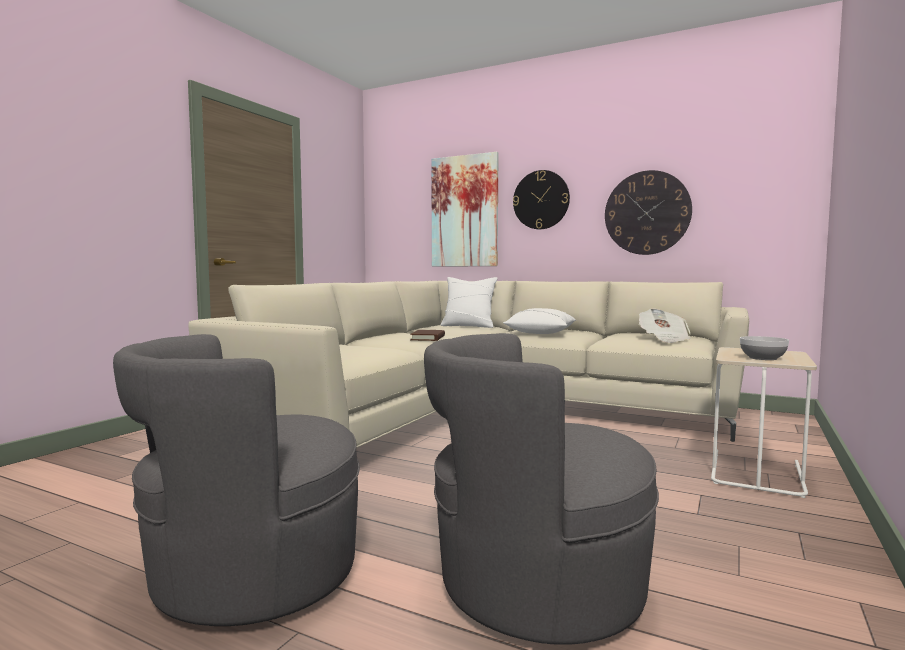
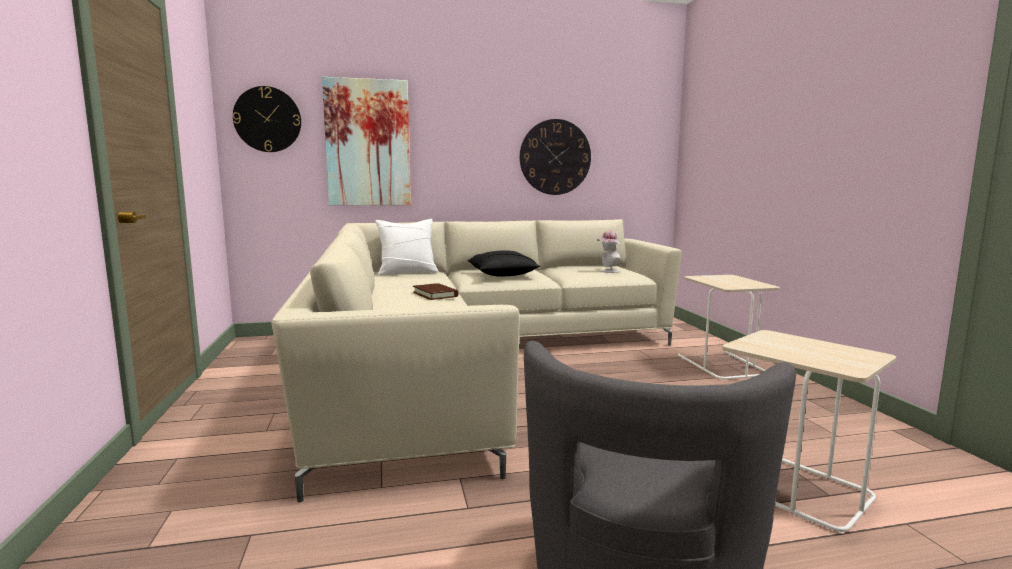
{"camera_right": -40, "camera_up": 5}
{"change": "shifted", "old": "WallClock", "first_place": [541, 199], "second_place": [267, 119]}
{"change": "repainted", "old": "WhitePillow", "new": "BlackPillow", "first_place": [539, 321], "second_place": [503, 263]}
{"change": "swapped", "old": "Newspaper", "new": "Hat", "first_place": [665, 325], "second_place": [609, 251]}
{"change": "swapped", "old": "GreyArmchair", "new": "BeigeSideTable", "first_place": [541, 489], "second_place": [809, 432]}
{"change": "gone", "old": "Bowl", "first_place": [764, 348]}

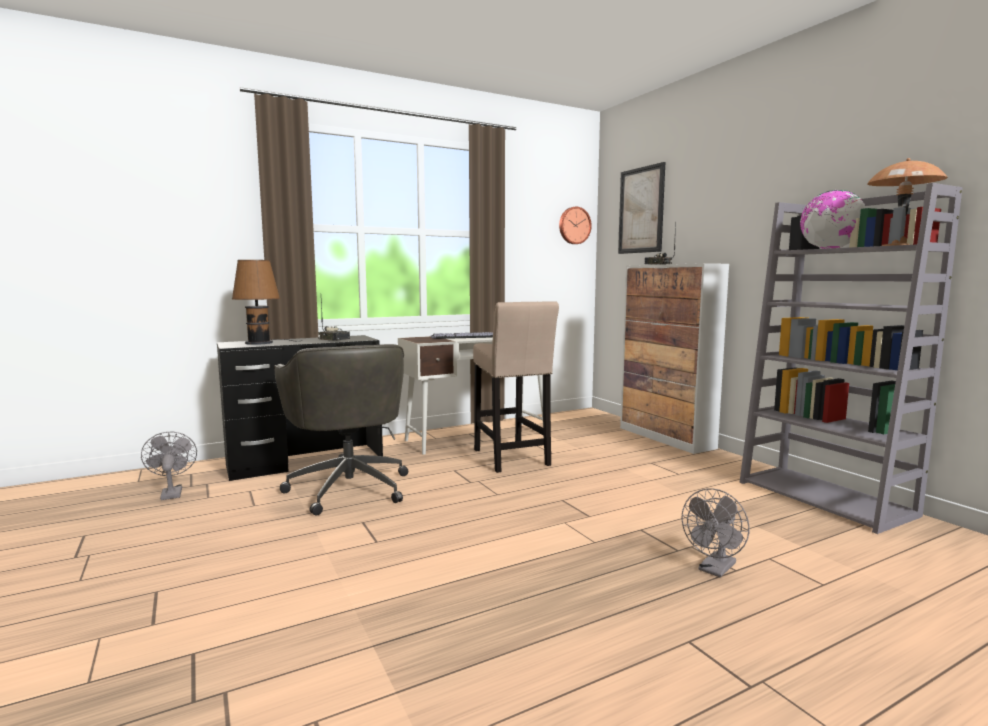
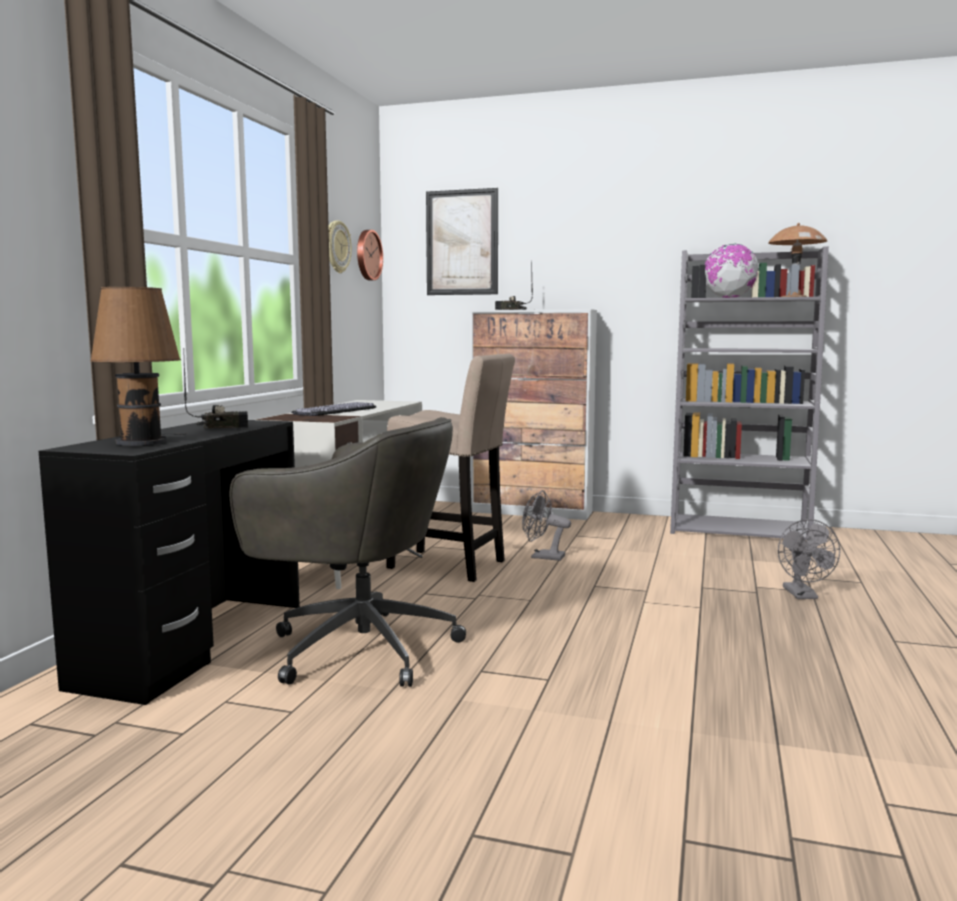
{"camera_right": -45, "camera_up": 0}
{"change": "new", "new": "WallClock", "second_place": [340, 246]}
{"change": "shifted", "old": "GreyFan", "first_place": [169, 466], "second_place": [546, 525]}

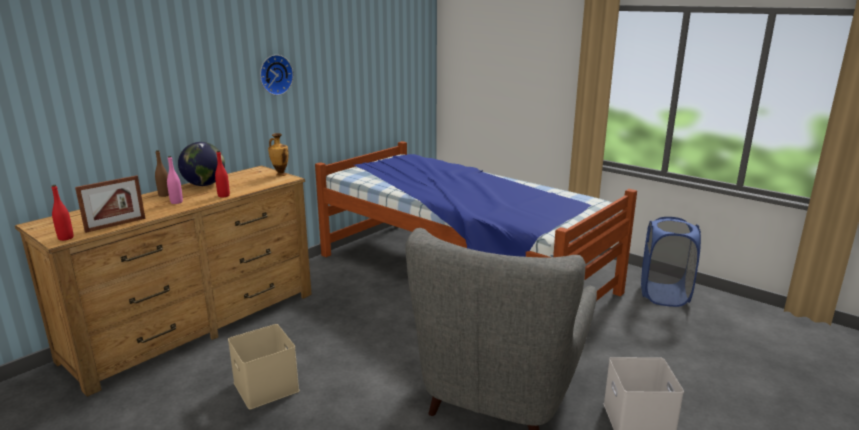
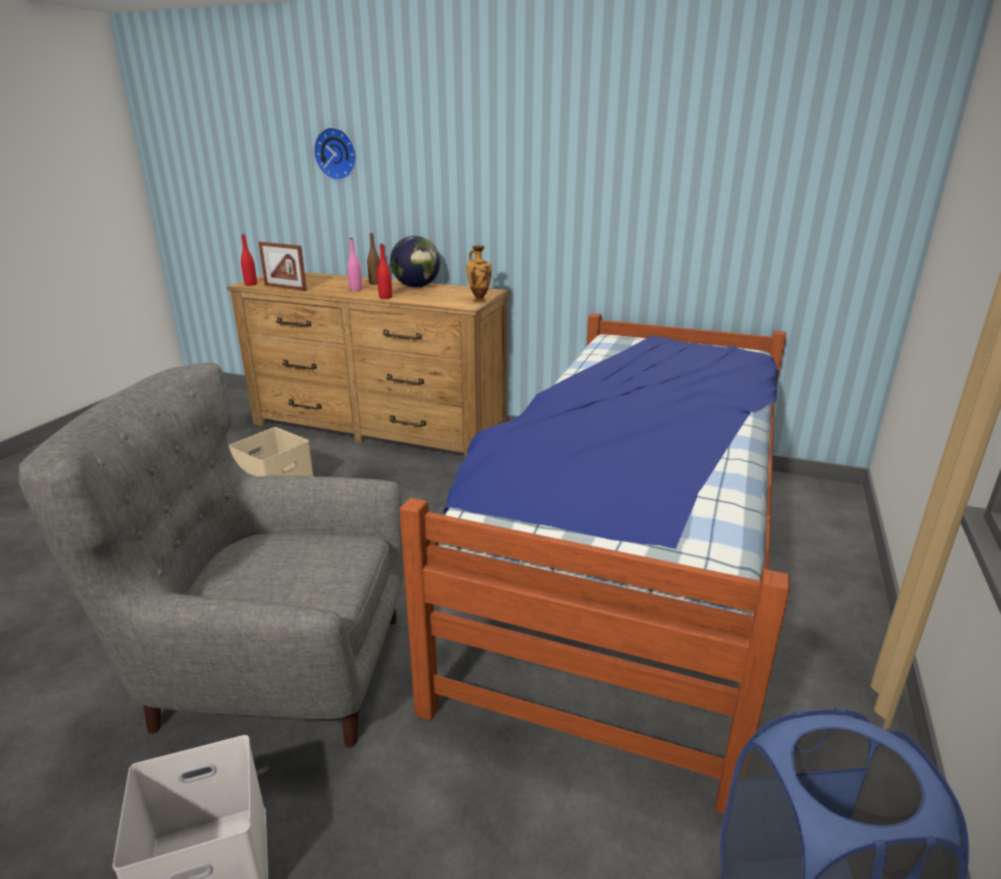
{"camera_right": 70, "camera_up": 5}
{"change": "shifted", "old": "WallClock", "first_place": [277, 75], "second_place": [335, 154]}

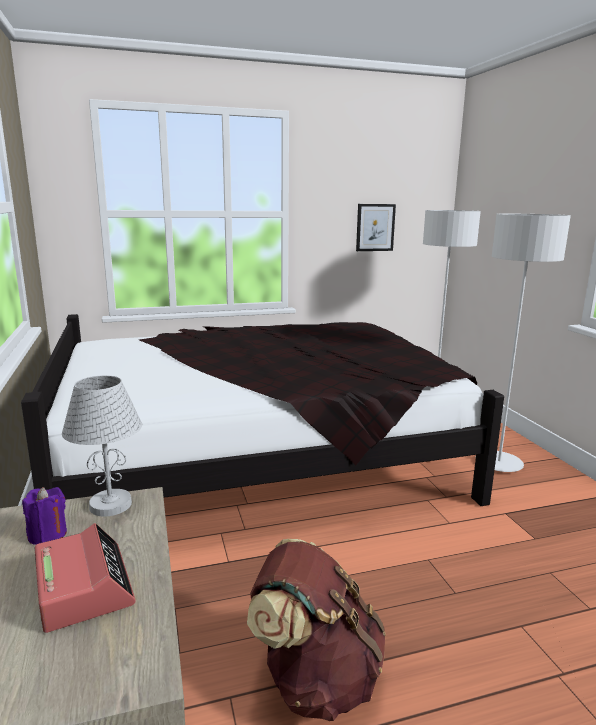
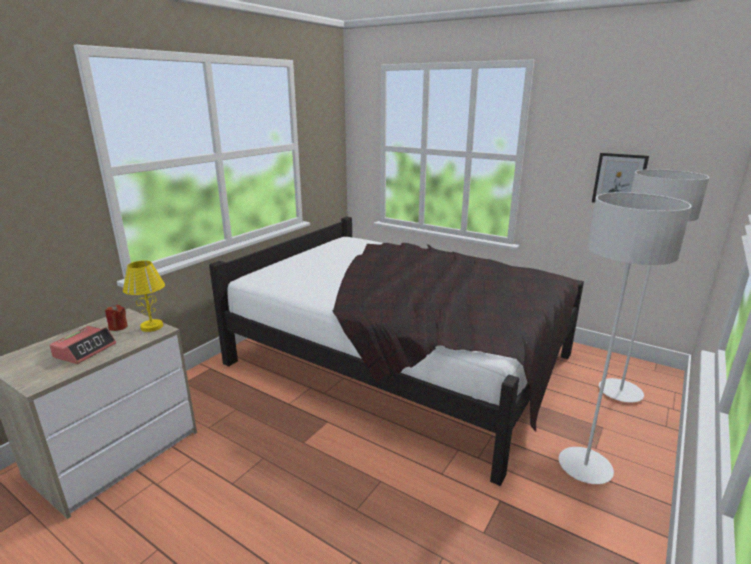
{"camera_right": 50, "camera_up": 5}
{"change": "repainted", "old": "PurpleCandle", "new": "RedCandle", "first_place": [44, 516], "second_place": [116, 318]}
{"change": "repainted", "old": "WhiteTableLamp", "new": "YellowTableLamp", "first_place": [102, 446], "second_place": [144, 296]}
{"change": "gone", "old": "BrownBackpack", "first_place": [316, 630]}

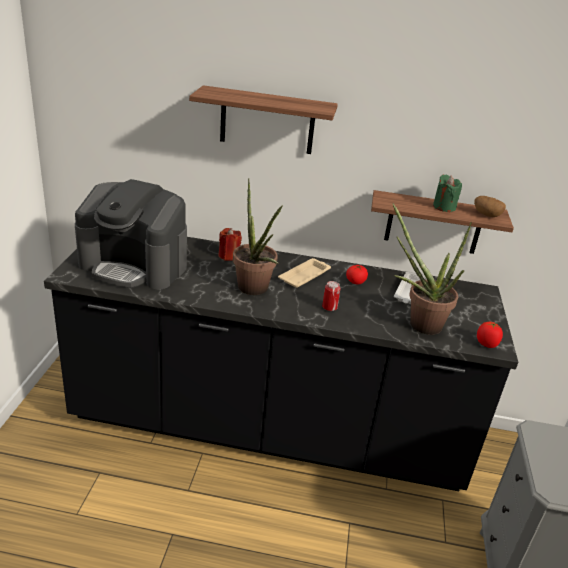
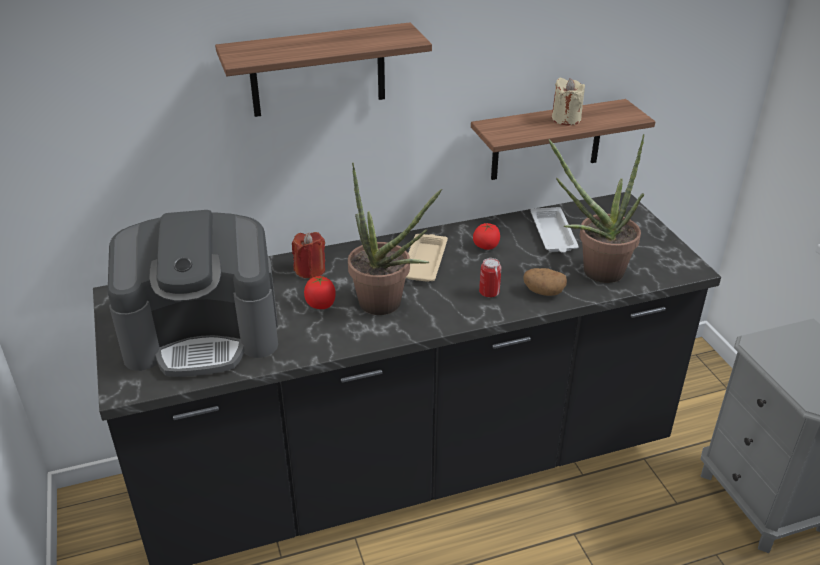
{"camera_right": -25, "camera_up": 5}
{"change": "shifted", "old": "Tomato", "first_place": [490, 335], "second_place": [320, 292]}
{"change": "shifted", "old": "Potato", "first_place": [490, 206], "second_place": [545, 282]}
{"change": "repainted", "old": "GreenCandle", "new": "BeigeCandle", "first_place": [447, 193], "second_place": [568, 101]}

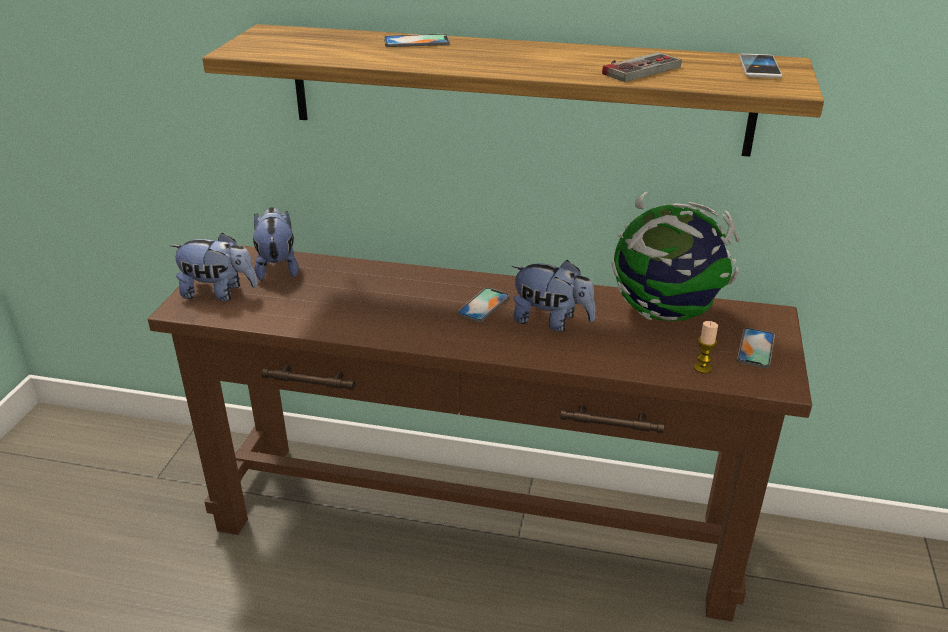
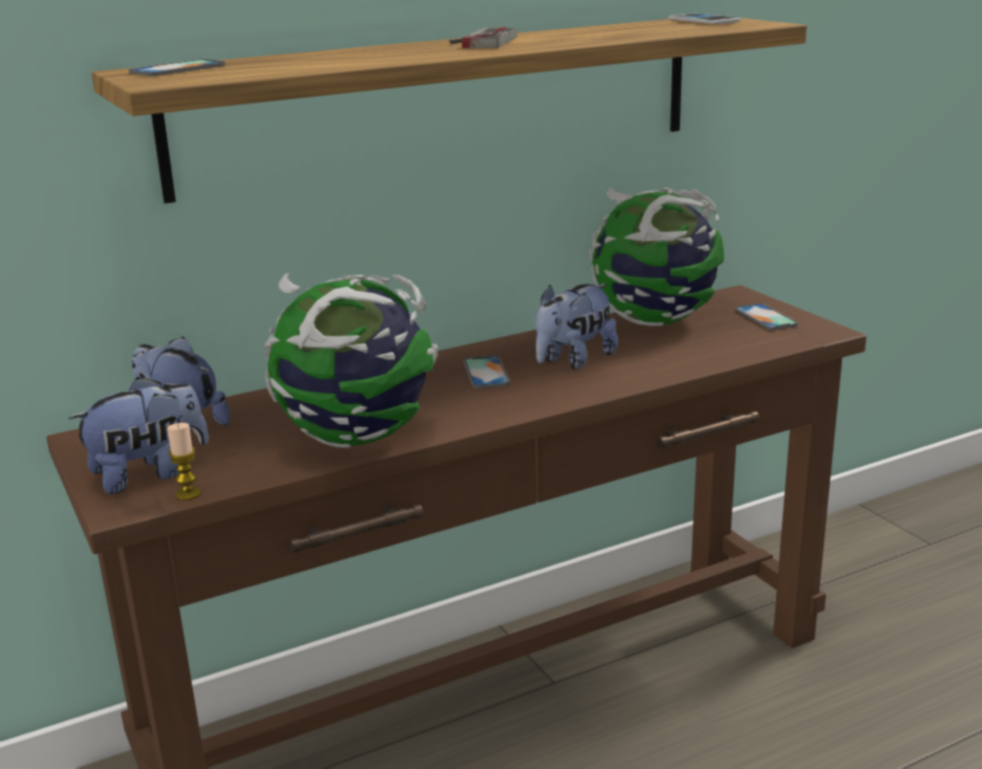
{"camera_right": -40, "camera_up": -10}
{"change": "shifted", "old": "Phone", "first_place": [417, 40], "second_place": [177, 67]}
{"change": "shifted", "old": "Candle", "first_place": [706, 347], "second_place": [184, 461]}
{"change": "new", "new": "Globe", "second_place": [351, 360]}
{"change": "shifted", "old": "GameController", "first_place": [641, 67], "second_place": [483, 37]}
{"change": "rotated", "old": "PlushToy", "first_place": [554, 296], "second_place": [576, 327], "degrees": 150}

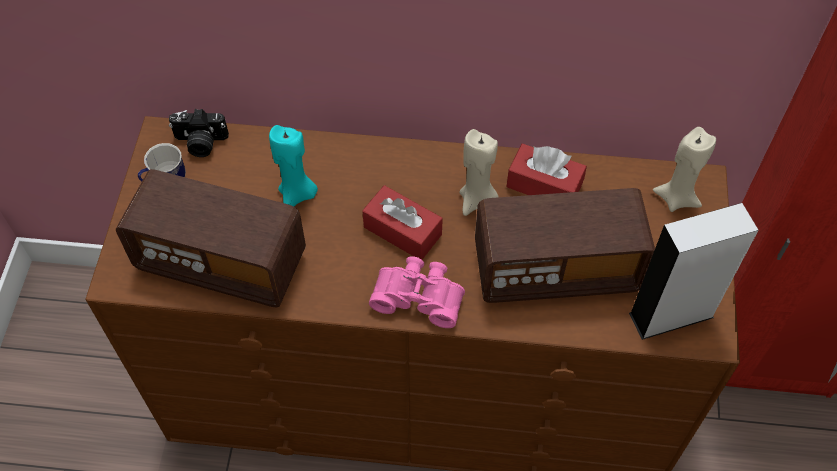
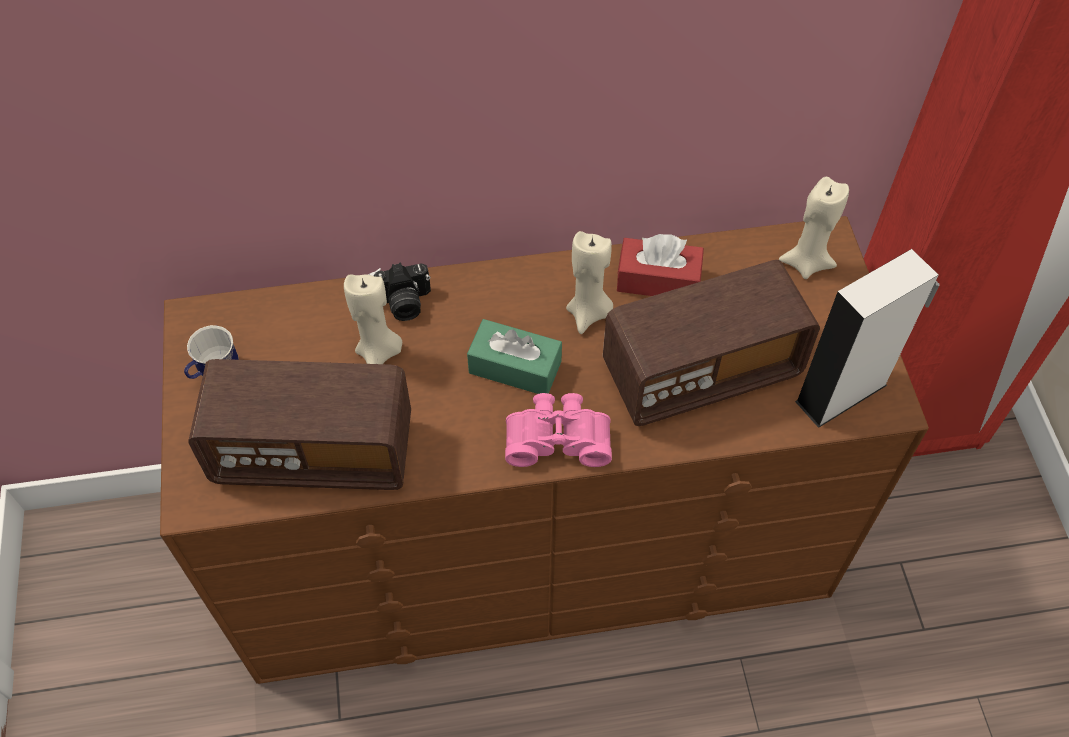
{"camera_right": -15, "camera_up": 0}
{"change": "repainted", "old": "TurquoiseCandle", "new": "BeigeCandle", "first_place": [293, 165], "second_place": [373, 319]}
{"change": "shifted", "old": "PhotoCamera", "first_place": [199, 133], "second_place": [399, 292]}
{"change": "repainted", "old": "RedTissueBox", "new": "GreenTissueBox", "first_place": [402, 222], "second_place": [514, 356]}

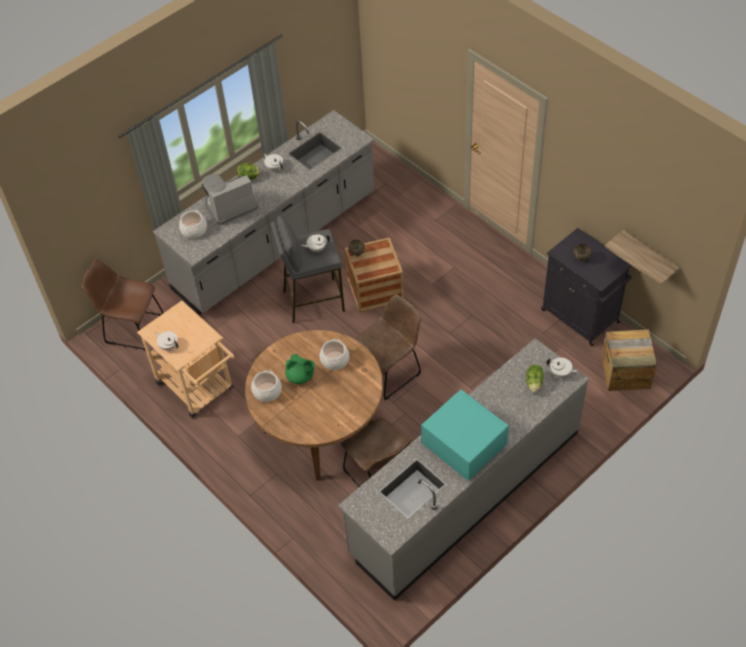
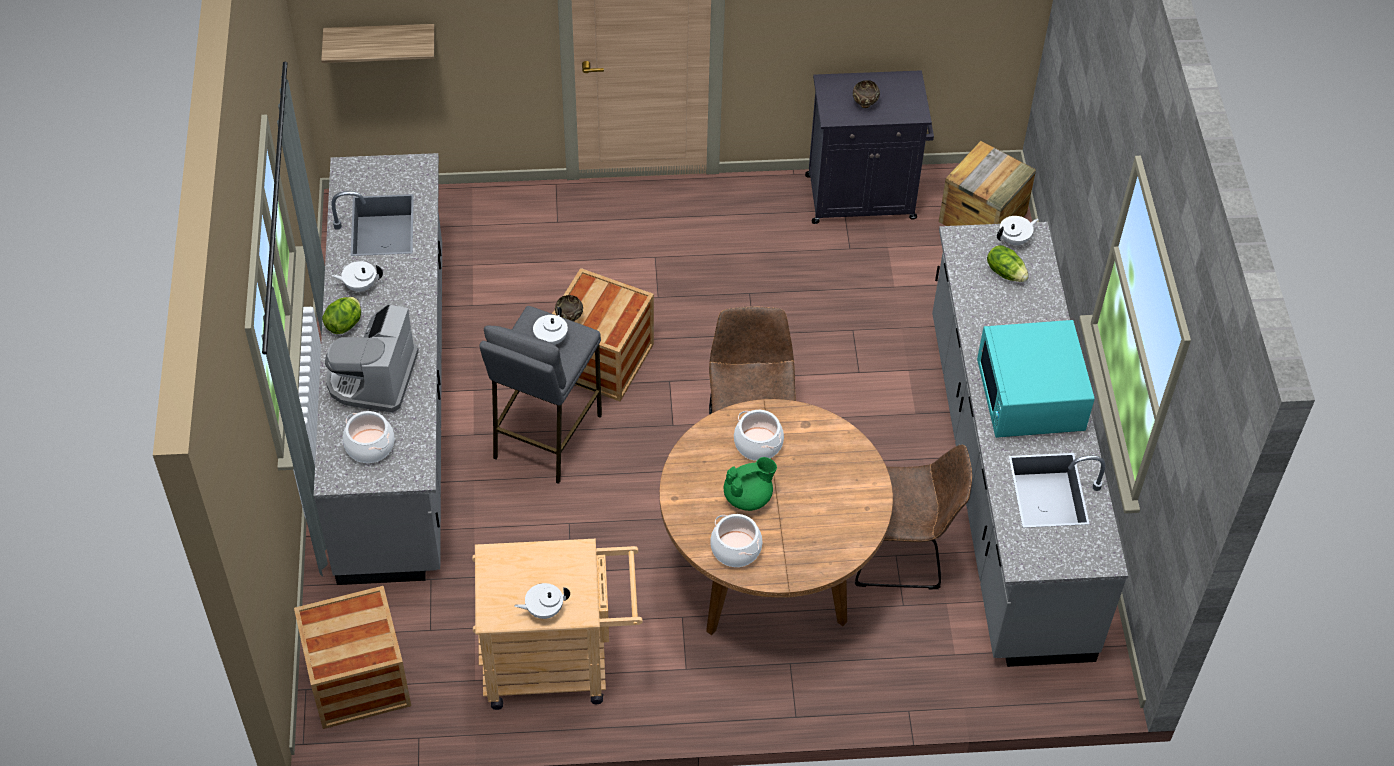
{"camera_right": -55, "camera_up": 0}
{"change": "swapped", "old": "BrownChair", "new": "Crate", "first_place": [122, 305], "second_place": [352, 657]}
{"change": "shifted", "old": "Shelf", "first_place": [642, 257], "second_place": [378, 43]}
{"change": "rotated", "old": "TurquoiseMicrowave", "first_place": [465, 435], "second_place": [1036, 379], "degrees": -90}

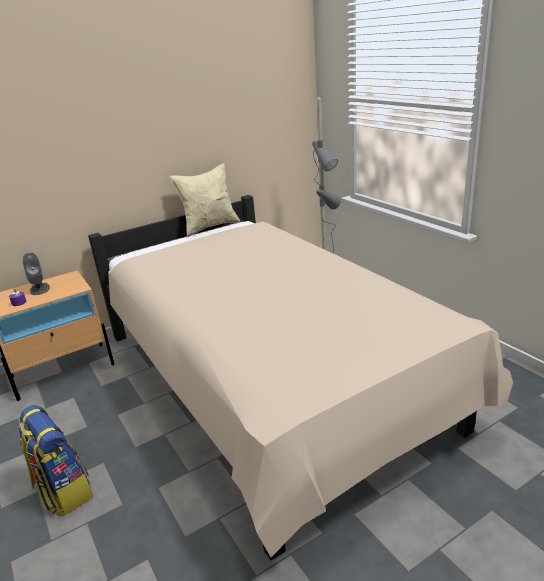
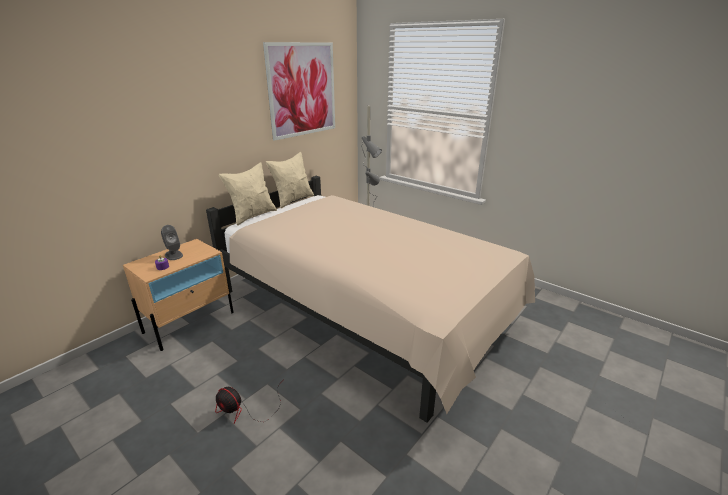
{"camera_right": -20, "camera_up": 0}
{"change": "swapped", "old": "Backpack", "new": "Fan", "first_place": [56, 460], "second_place": [248, 405]}
{"change": "new", "new": "BeigePillow", "second_place": [248, 194]}
{"change": "new", "new": "Picture", "second_place": [299, 91]}

